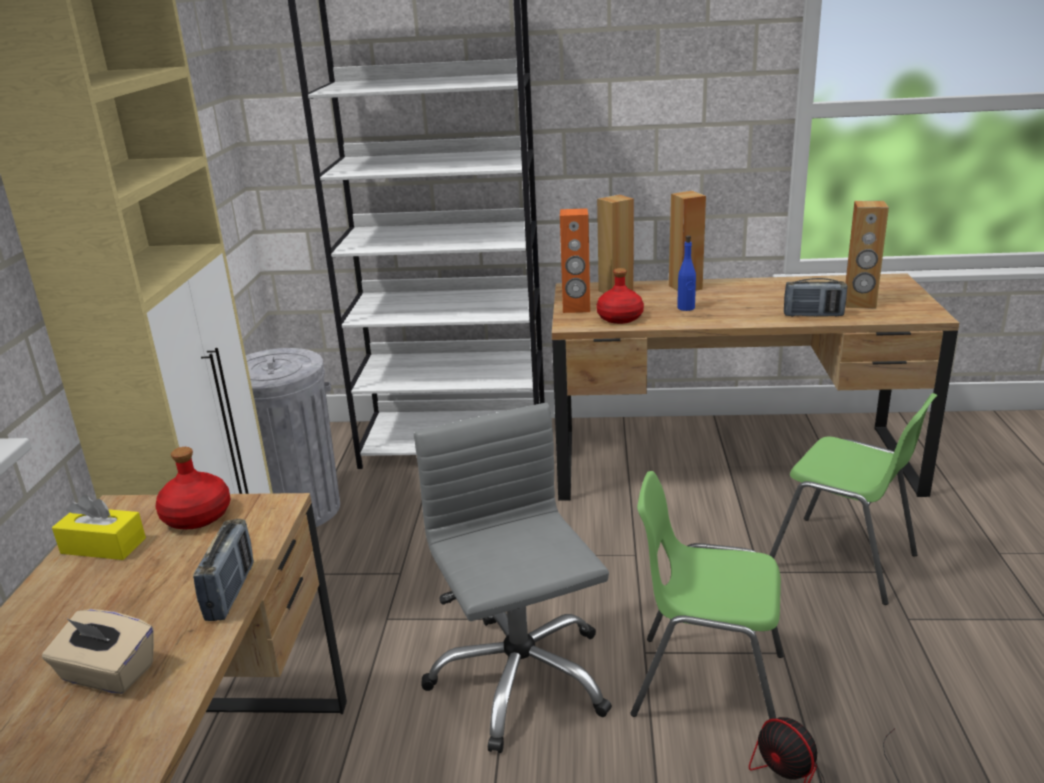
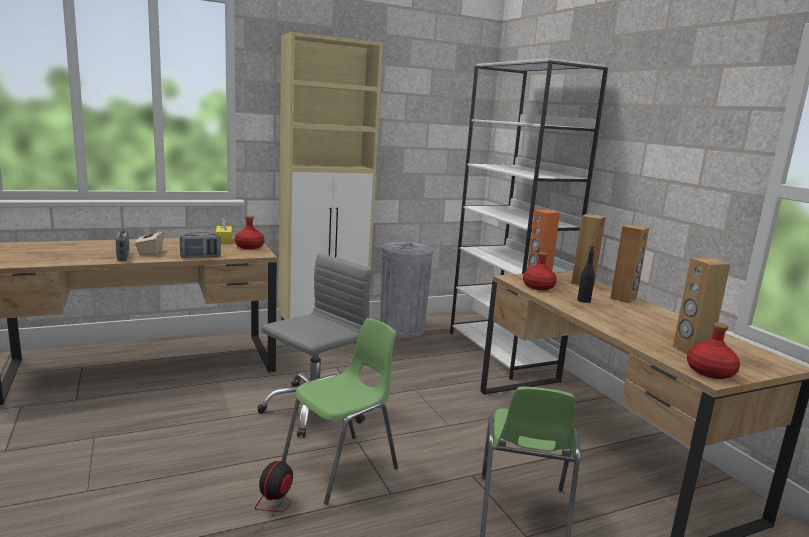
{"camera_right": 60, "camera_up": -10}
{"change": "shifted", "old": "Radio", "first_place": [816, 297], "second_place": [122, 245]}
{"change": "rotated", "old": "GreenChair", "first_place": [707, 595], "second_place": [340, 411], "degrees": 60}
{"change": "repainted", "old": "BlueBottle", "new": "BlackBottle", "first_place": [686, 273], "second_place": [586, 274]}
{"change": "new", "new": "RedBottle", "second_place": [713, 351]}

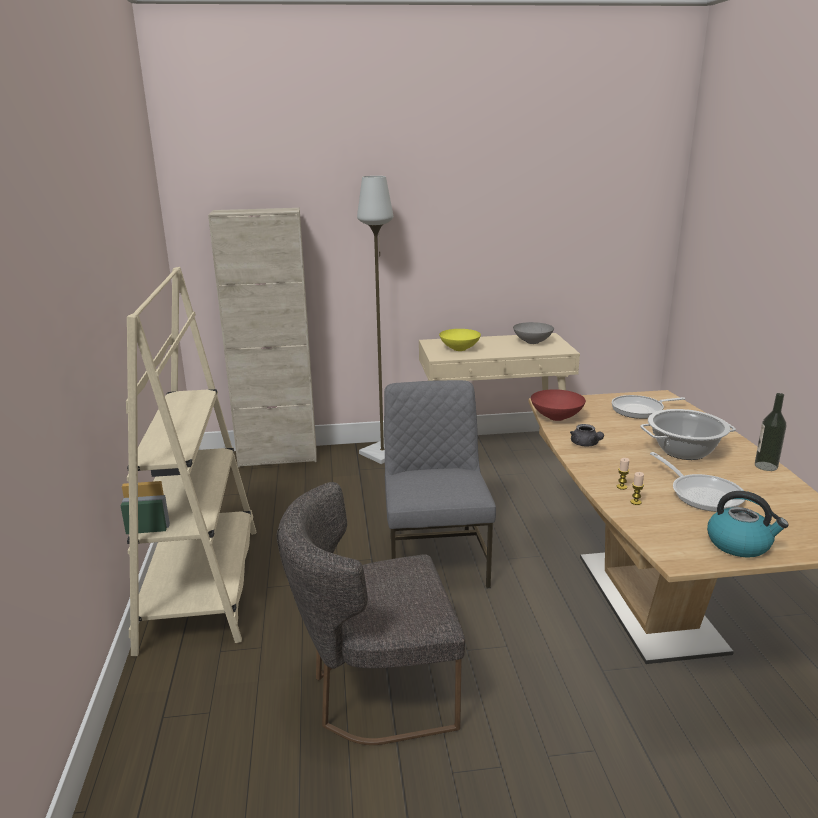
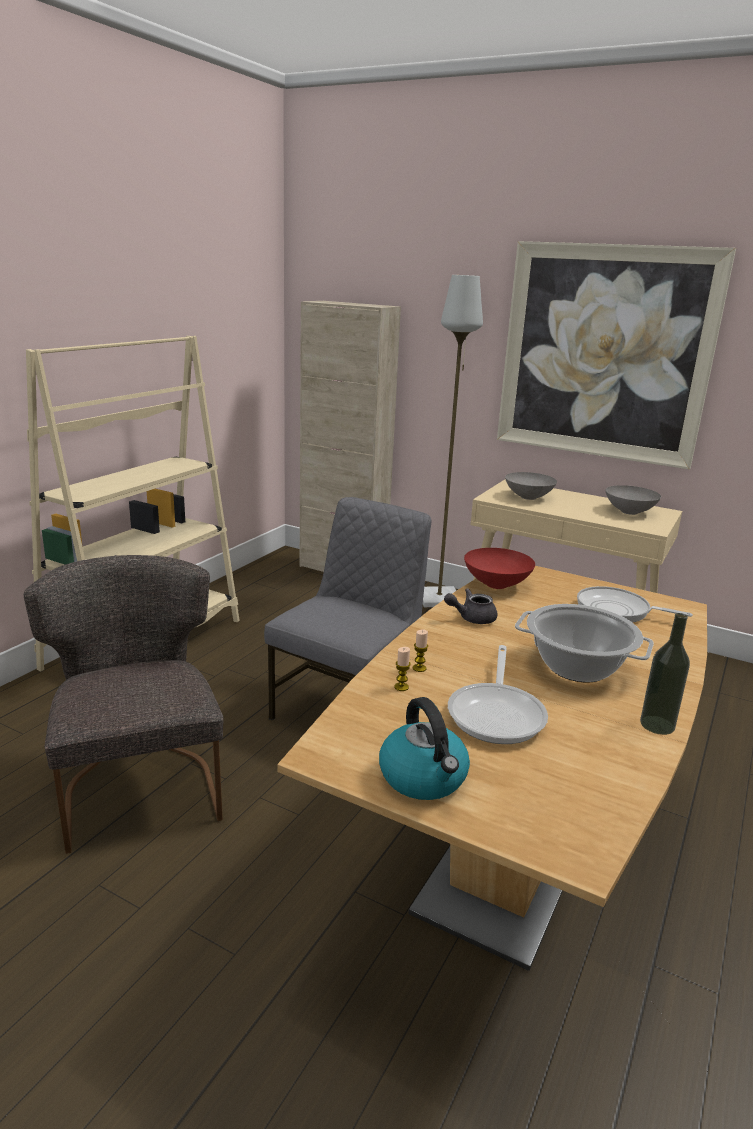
{"camera_right": 35, "camera_up": 0}
{"change": "rotated", "old": "GreyChair", "first_place": [371, 613], "second_place": [124, 704], "degrees": 45}
{"change": "rotated", "old": "GreyTeapot", "first_place": [587, 435], "second_place": [470, 606], "degrees": 60}
{"change": "new", "new": "Picture", "second_place": [616, 355]}
{"change": "repainted", "old": "YellowBowl", "new": "GreyBowl", "first_place": [460, 340], "second_place": [531, 486]}

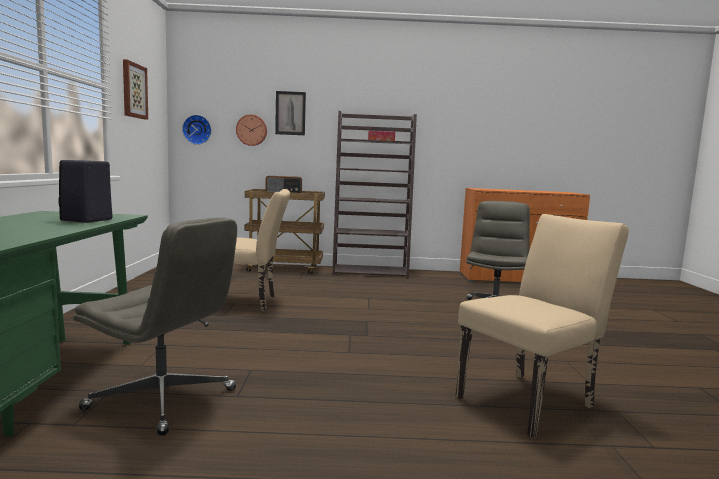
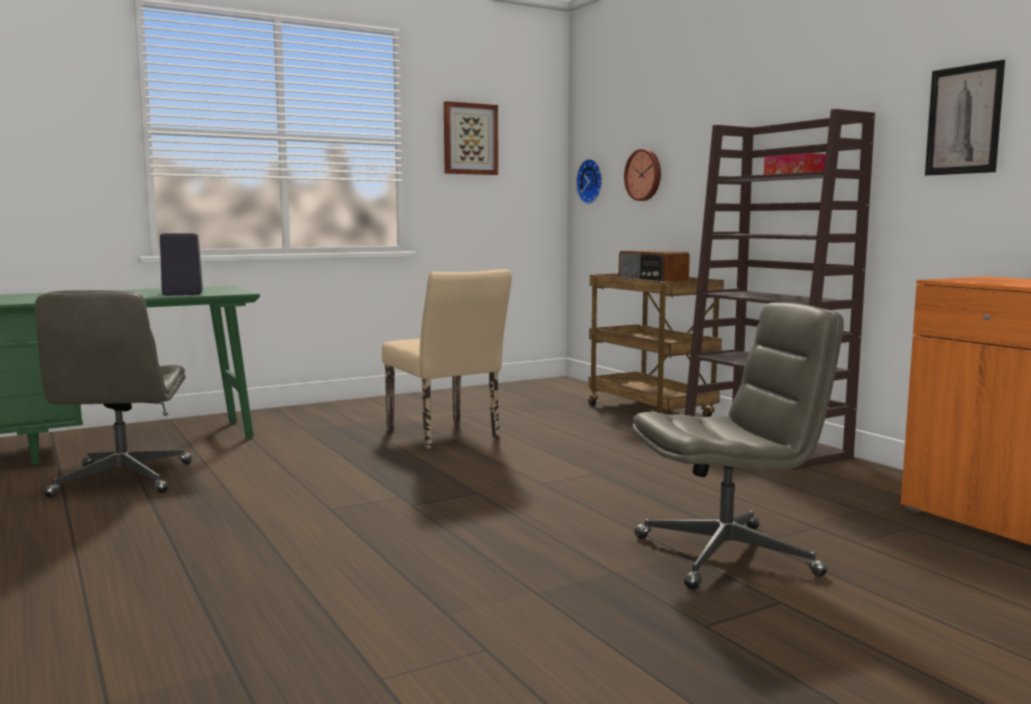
{"camera_right": 60, "camera_up": 0}
{"change": "shifted", "old": "Picture", "first_place": [290, 113], "second_place": [965, 118]}
{"change": "gone", "old": "BeigeChair", "first_place": [542, 326]}

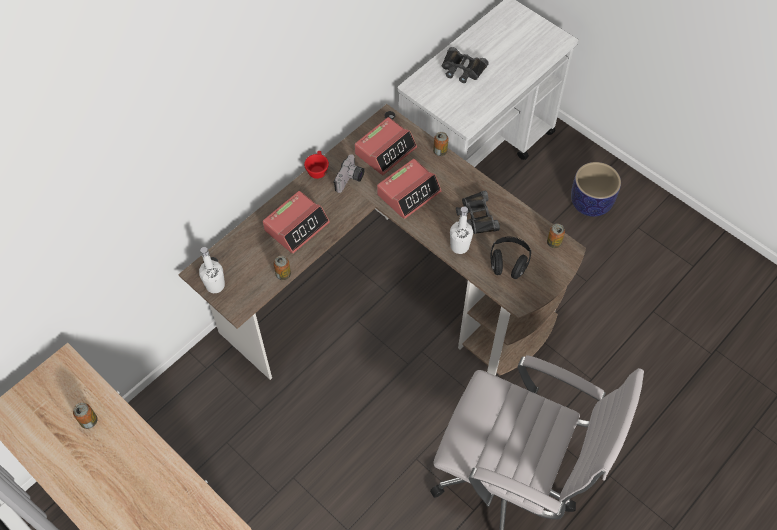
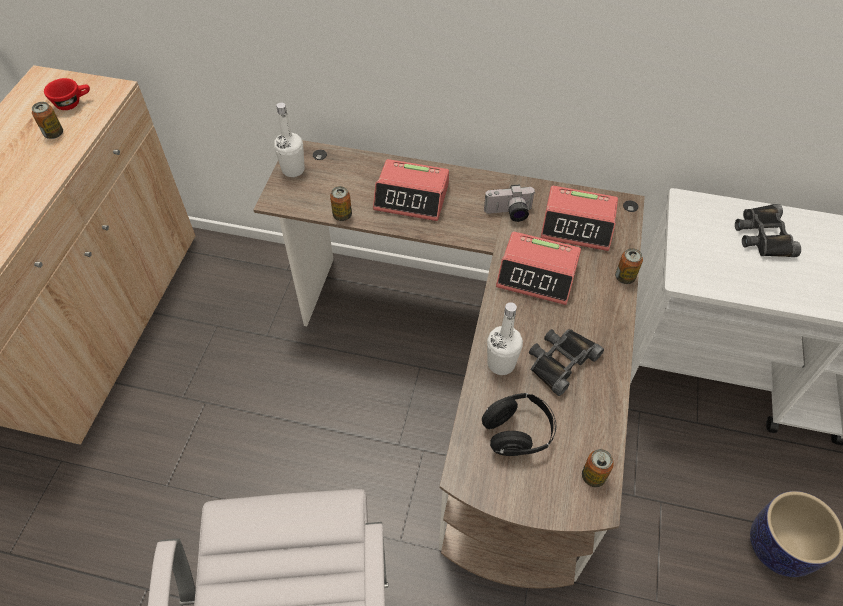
{"camera_right": 60, "camera_up": -5}
{"change": "shifted", "old": "RedCup", "first_place": [316, 165], "second_place": [67, 94]}

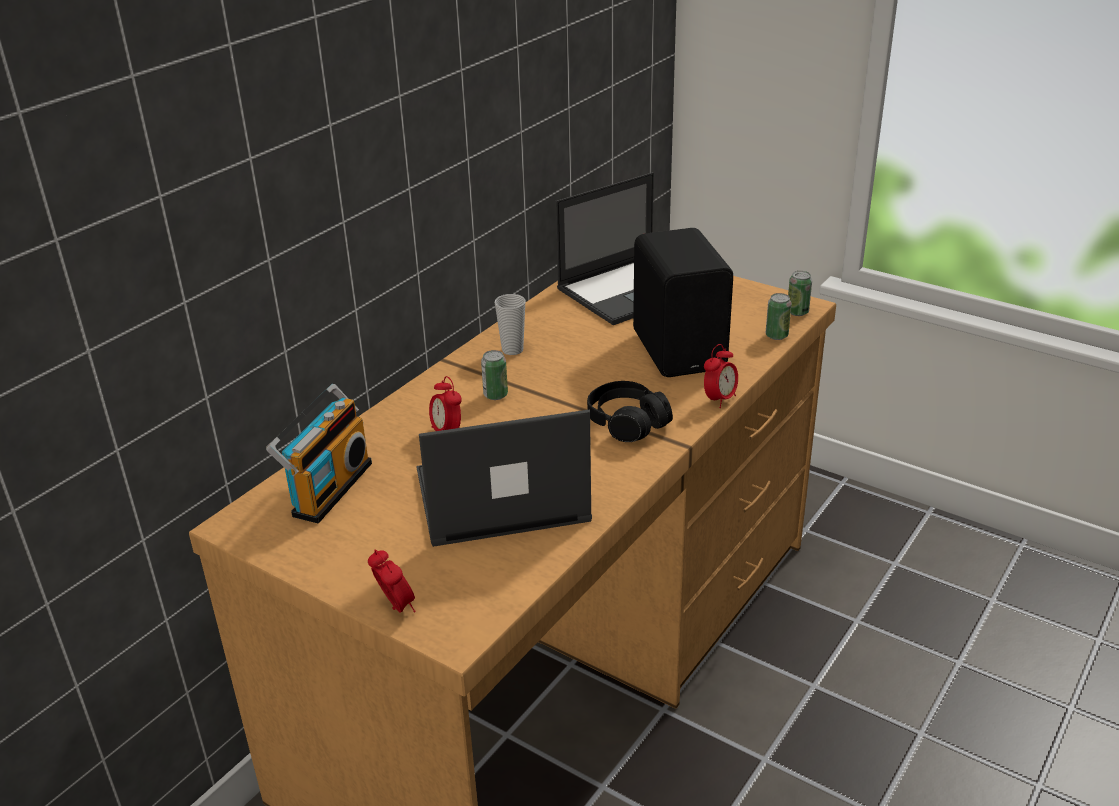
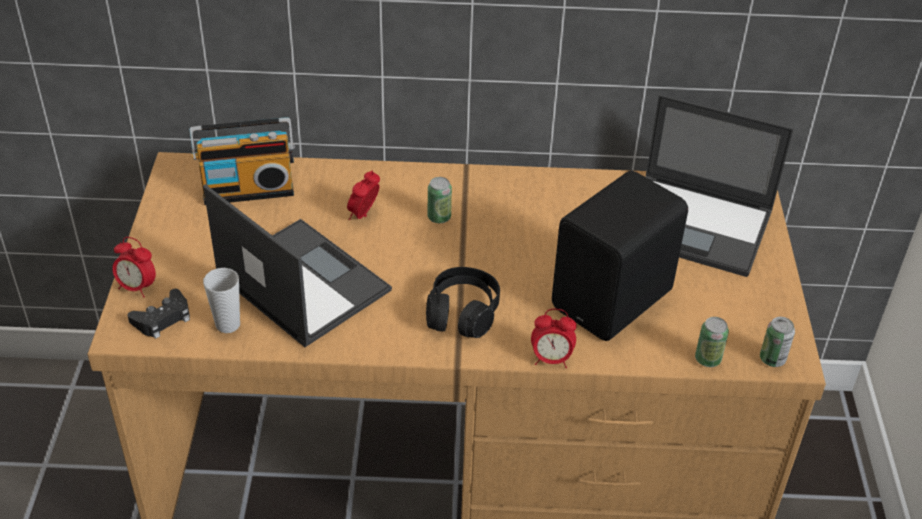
{"camera_right": 55, "camera_up": 10}
{"change": "rotated", "old": "AlarmClock", "first_place": [392, 581], "second_place": [134, 267], "degrees": 90}
{"change": "new", "new": "BlackGameController", "second_place": [159, 314]}
{"change": "shifted", "old": "Cup", "first_place": [510, 324], "second_place": [221, 300]}

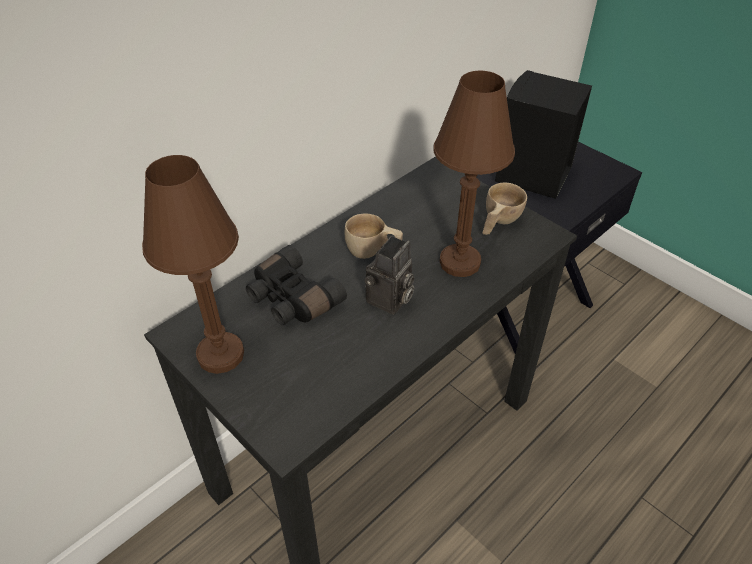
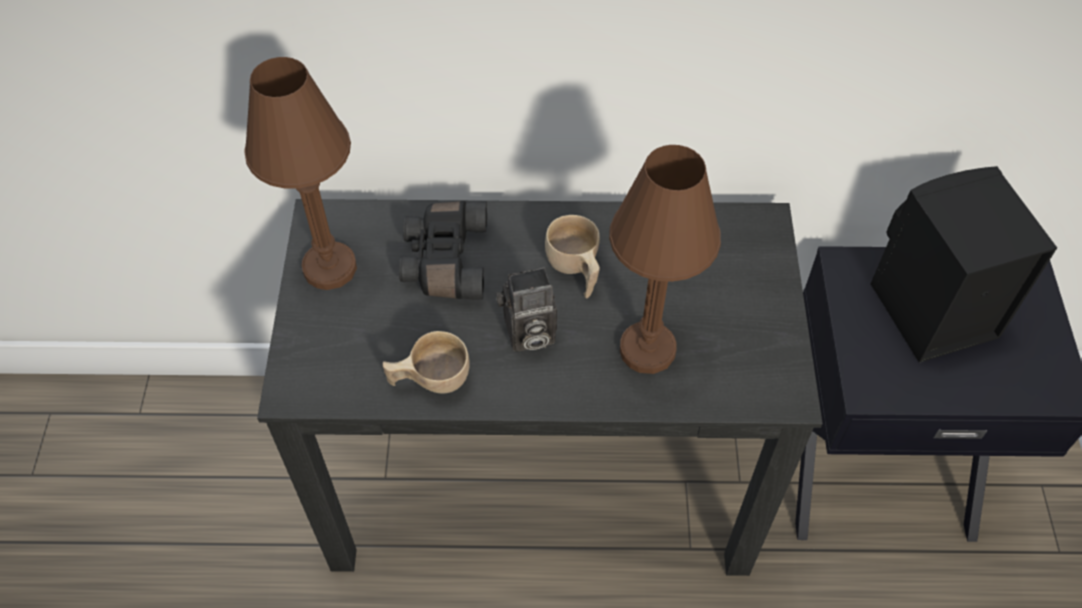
{"camera_right": 45, "camera_up": 10}
{"change": "shifted", "old": "BeigeCup", "first_place": [504, 209], "second_place": [426, 362]}

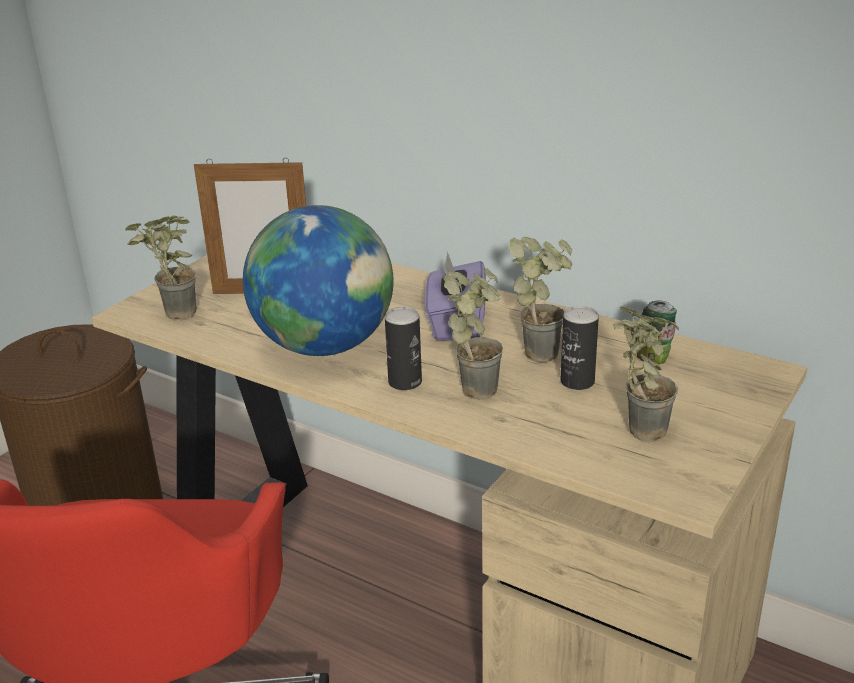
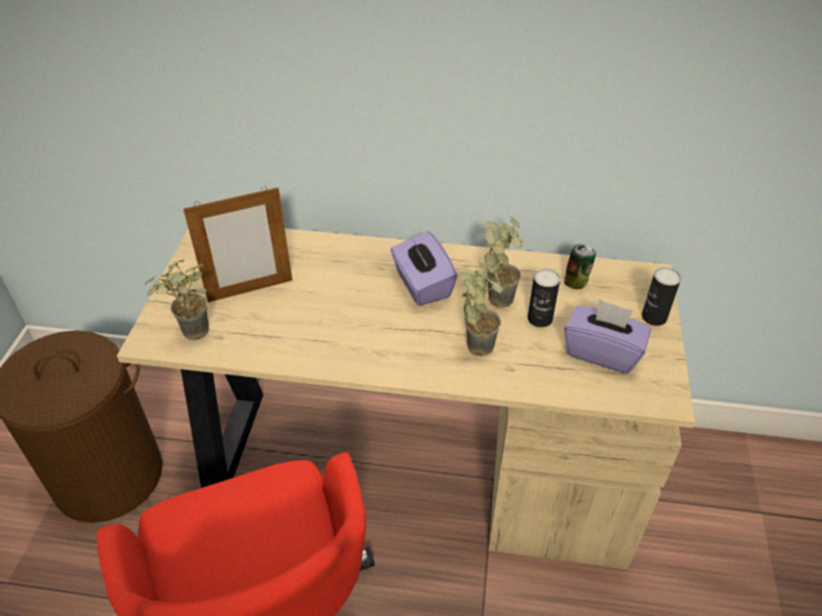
{"camera_right": -25, "camera_up": 15}
{"change": "swapped", "old": "PottedPlant", "new": "PurpleTissueBox", "first_place": [646, 374], "second_place": [607, 336]}
{"change": "shifted", "old": "Can", "first_place": [403, 348], "second_place": [661, 296]}
{"change": "gone", "old": "Globe", "first_place": [318, 280]}

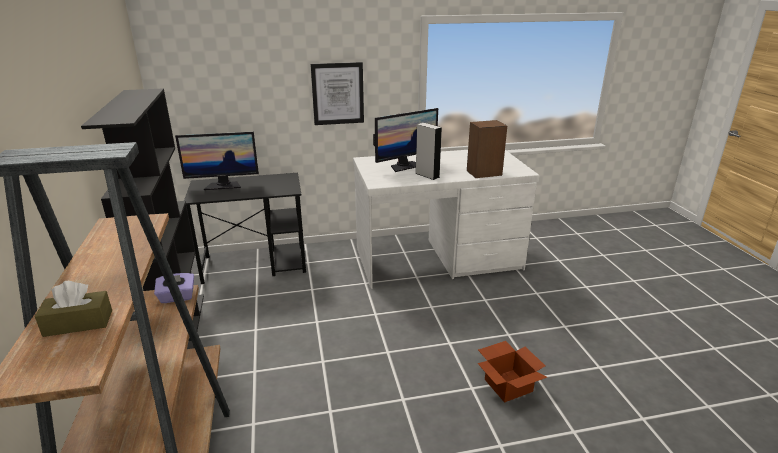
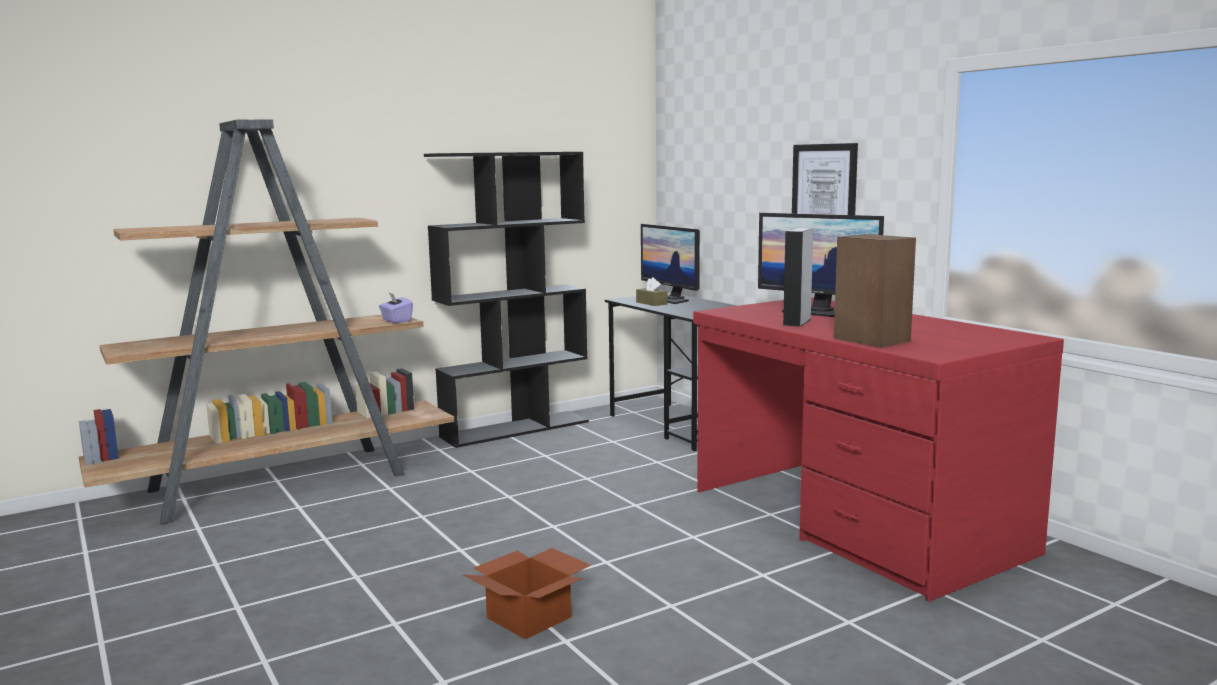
{"camera_right": 70, "camera_up": -15}
{"change": "shifted", "old": "BrownTissueBox", "first_place": [73, 309], "second_place": [651, 291]}
{"change": "repainted", "old": "WhiteDesk", "new": "RedDesk", "first_place": [446, 219], "second_place": [878, 449]}

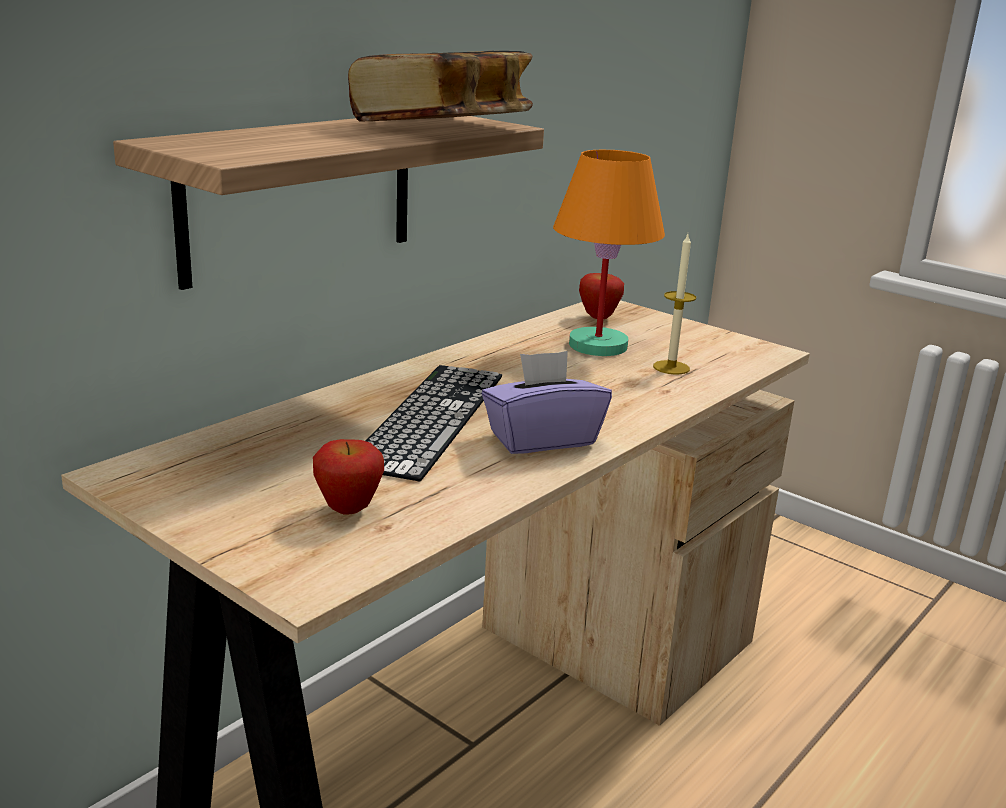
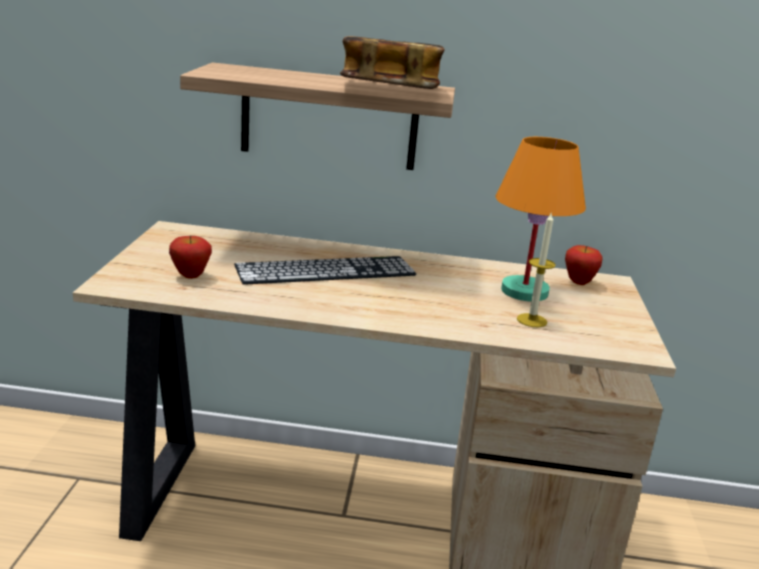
{"camera_right": 55, "camera_up": 0}
{"change": "gone", "old": "PurpleTissueBox", "first_place": [547, 402]}

